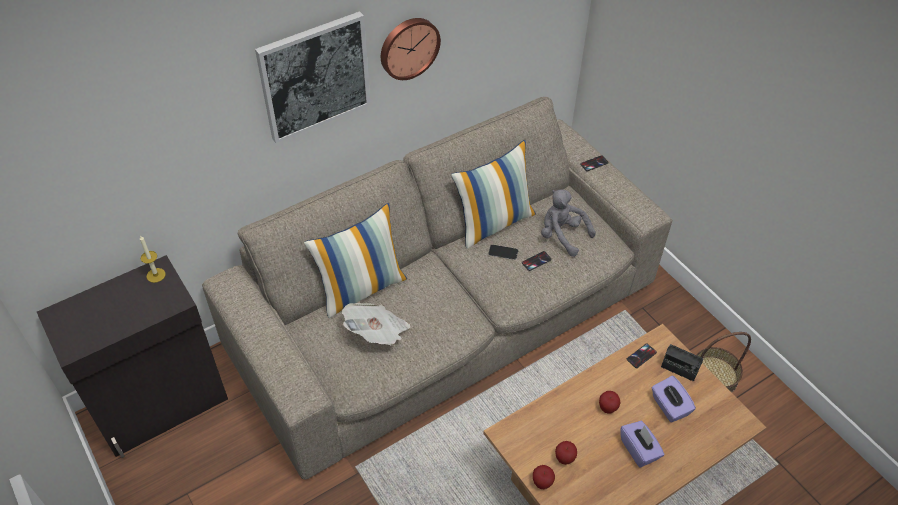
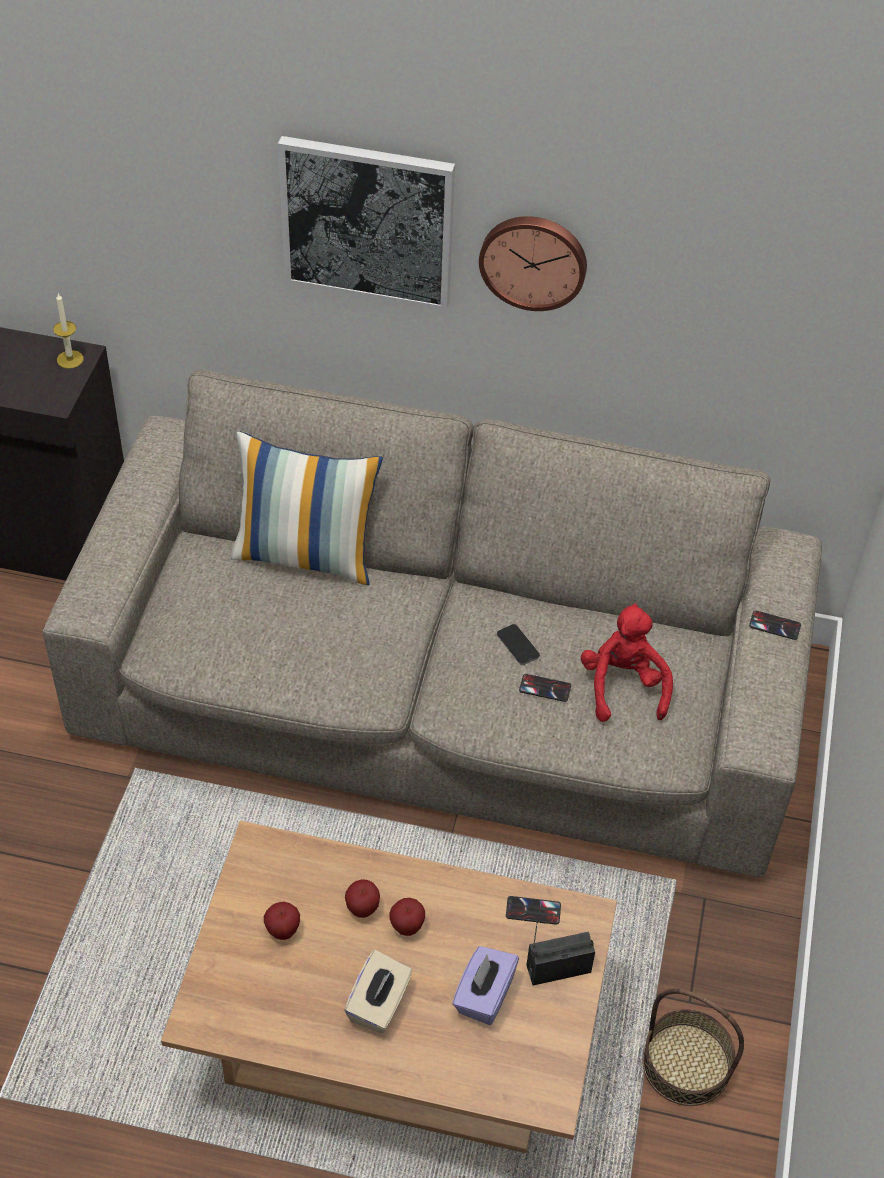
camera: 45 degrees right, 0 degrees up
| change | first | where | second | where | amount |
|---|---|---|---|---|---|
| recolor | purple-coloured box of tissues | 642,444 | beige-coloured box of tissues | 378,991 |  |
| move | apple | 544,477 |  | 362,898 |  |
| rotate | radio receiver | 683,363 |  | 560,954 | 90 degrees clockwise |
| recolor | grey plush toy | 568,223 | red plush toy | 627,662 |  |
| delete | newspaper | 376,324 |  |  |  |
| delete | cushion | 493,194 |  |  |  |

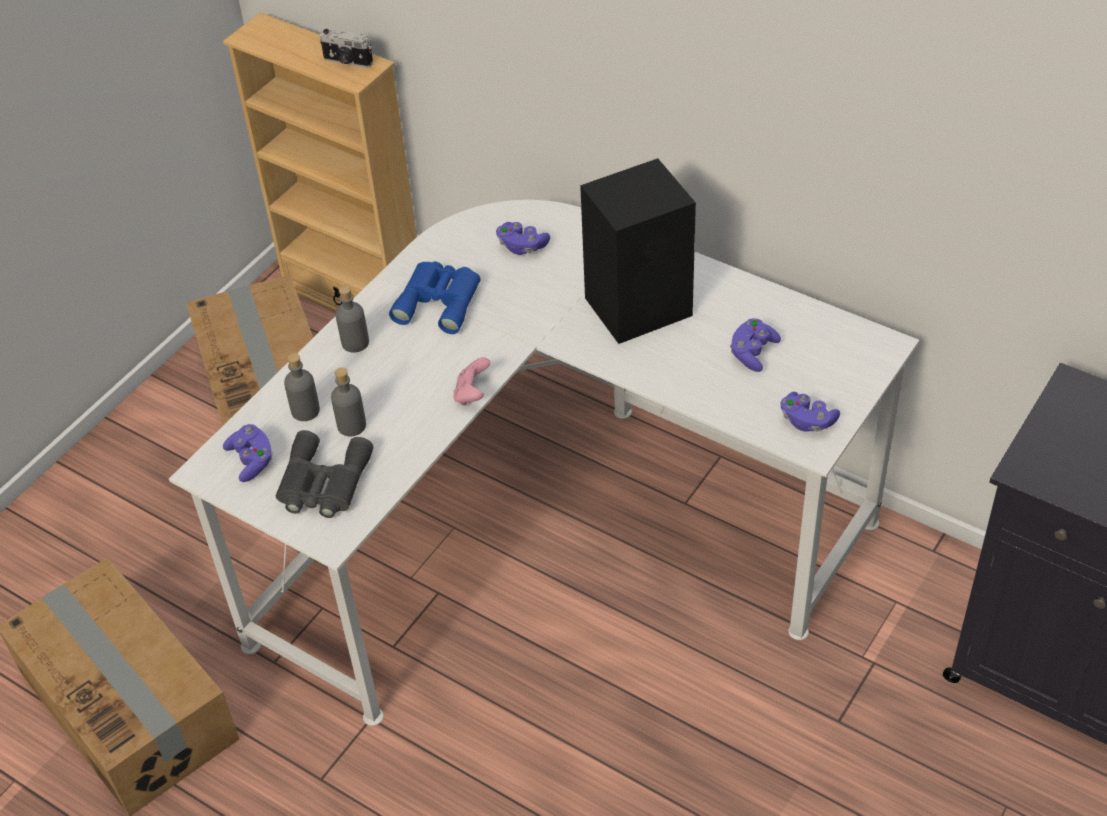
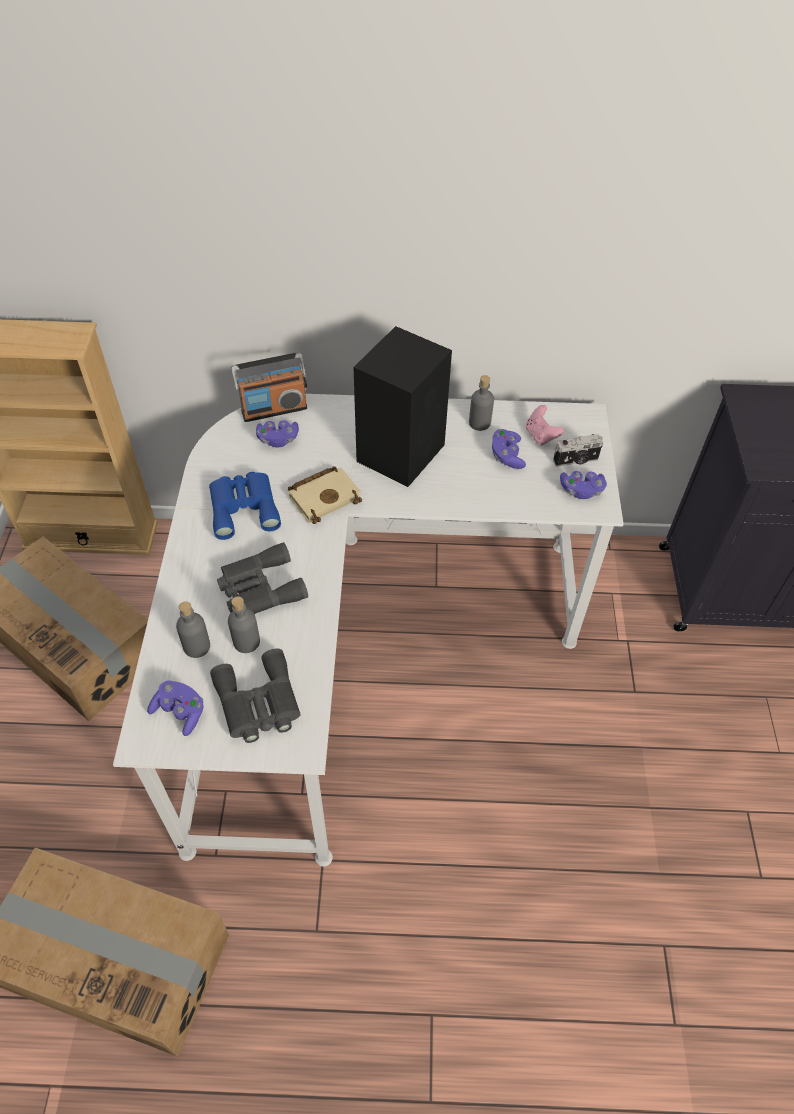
camera: 35 degrees left, 5 degrees up
| change | first | where | second | where | amount |
|---|---|---|---|---|---|
| insert |  |  | grey field glasses | 262,578 |  |
| insert |  |  | radio receiver | 269,387 |  |
| insert |  |  | beige-coloured volume | 325,495 |  |
| move | grey drink bottle | 352,319 |  | 481,403 |  |
| move | pinkish joypad | 472,381 |  | 545,425 |  |
| move | photo camera | 346,48 |  | 578,450 |  |

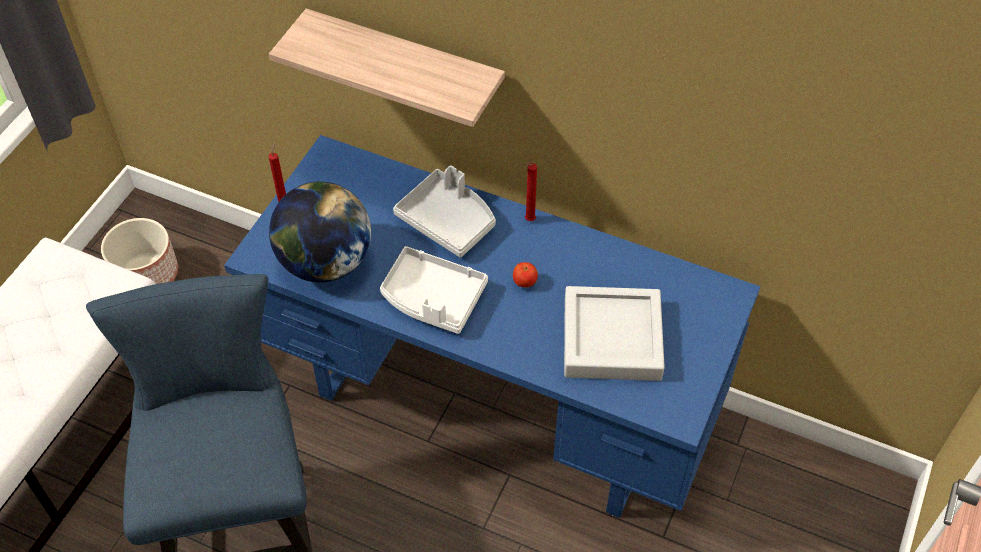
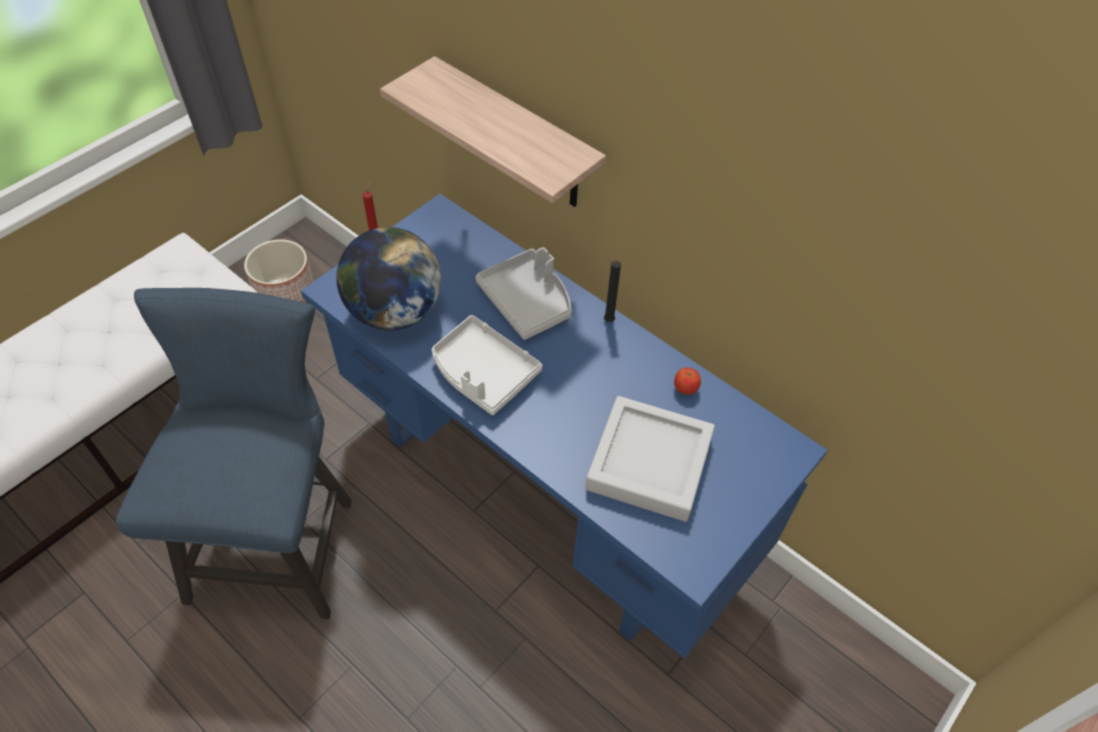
camera: 15 degrees right, 0 degrees up
| change | first | where | second | where | amount |
|---|---|---|---|---|---|
| recolor | red wax light | 531,192 | black-coloured wax light | 612,290 |  |
| move | apple | 525,275 |  | 687,381 |  |

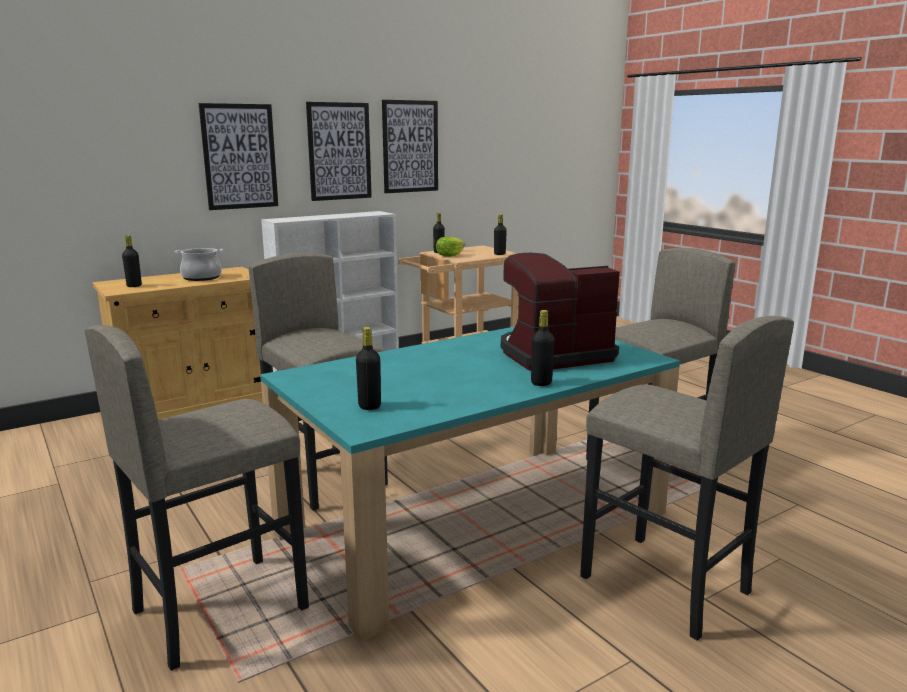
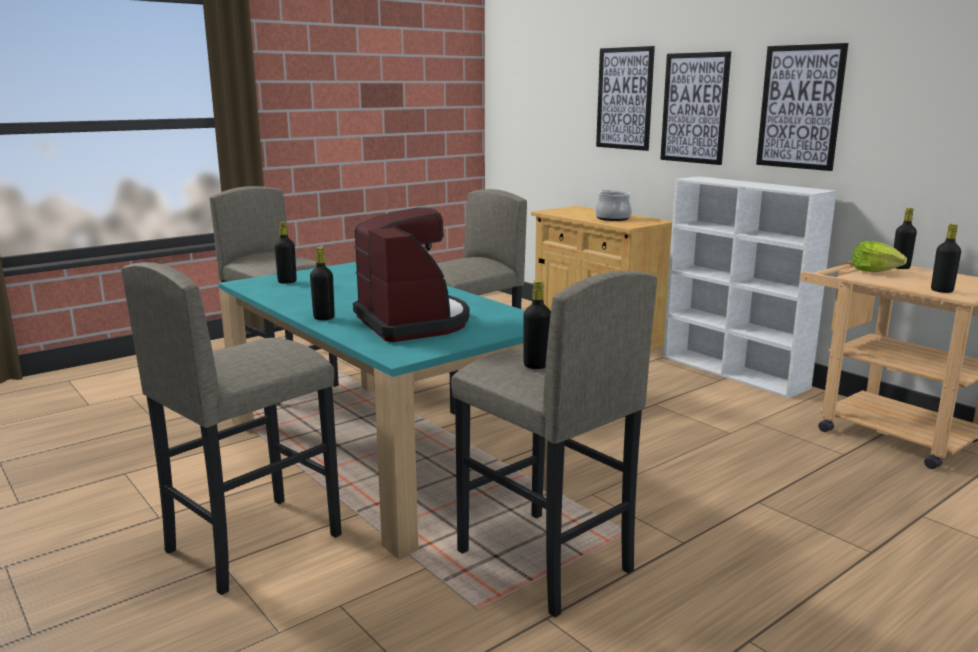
camera: 85 degrees right, 0 degrees up
| change | first | where | second | where | amount |
|---|---|---|---|---|---|
| move | black-coloured drink bottle | 132,261 |  | 537,324 |  |
| move | wall picture | 410,146 |  | 625,98 |  |

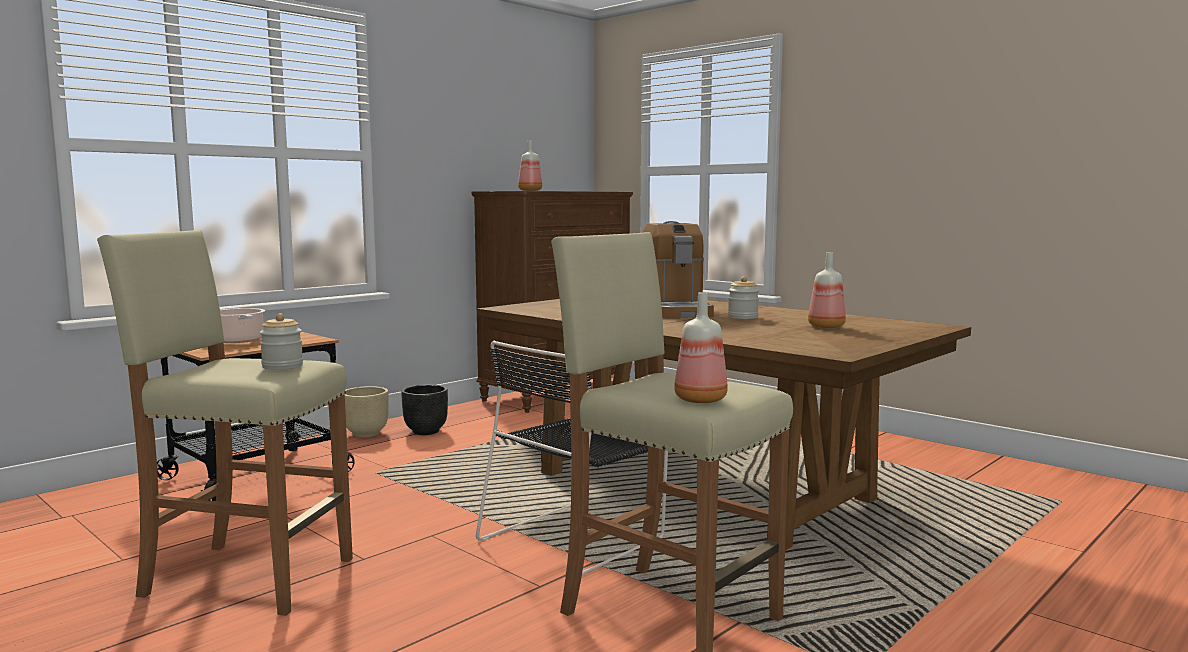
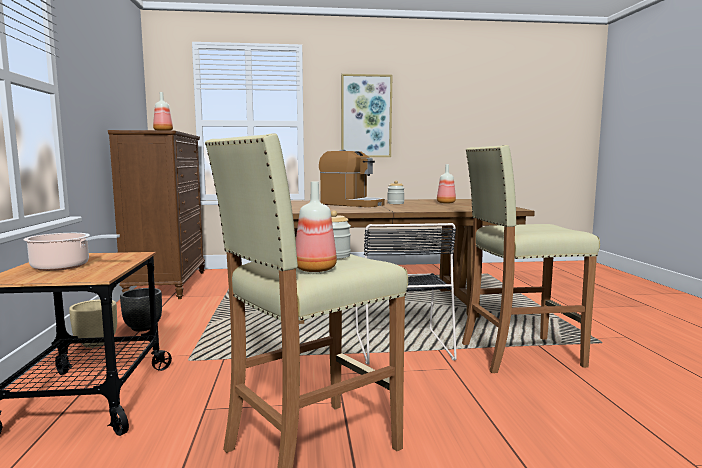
camera: 50 degrees left, 0 degrees up
| change | first | where | second | where | amount |
|---|---|---|---|---|---|
| move | drink bottle | 701,347 |  | 316,226 |  |
| insert |  |  | wall picture | 366,115 |  |

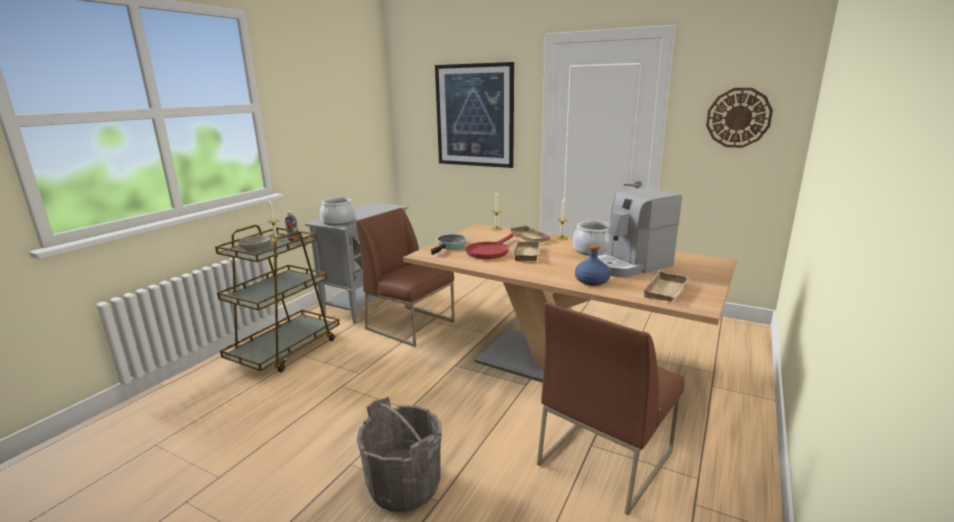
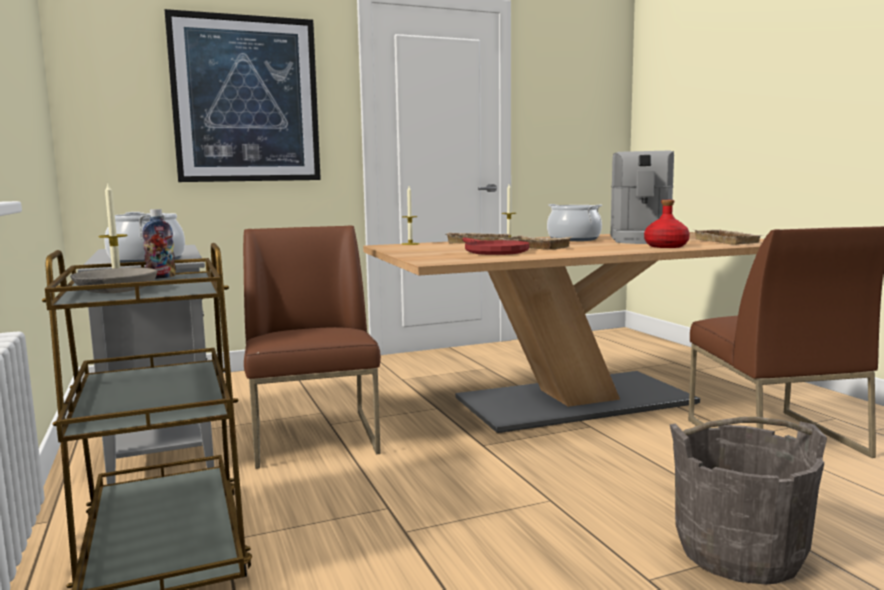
camera: 50 degrees left, 10 degrees down
| change | first | where | second | where | amount |
|---|---|---|---|---|---|
| rotate | brown-coloured upright chair | 405,277 |  | 312,347 | 90 degrees clockwise |
| recolor | blue drink bottle | 593,265 | red drink bottle | 667,224 |  |
| delete | skillet | 449,244 |  |  |  |
| delete | clock on the wall | 739,118 |  |  |  |

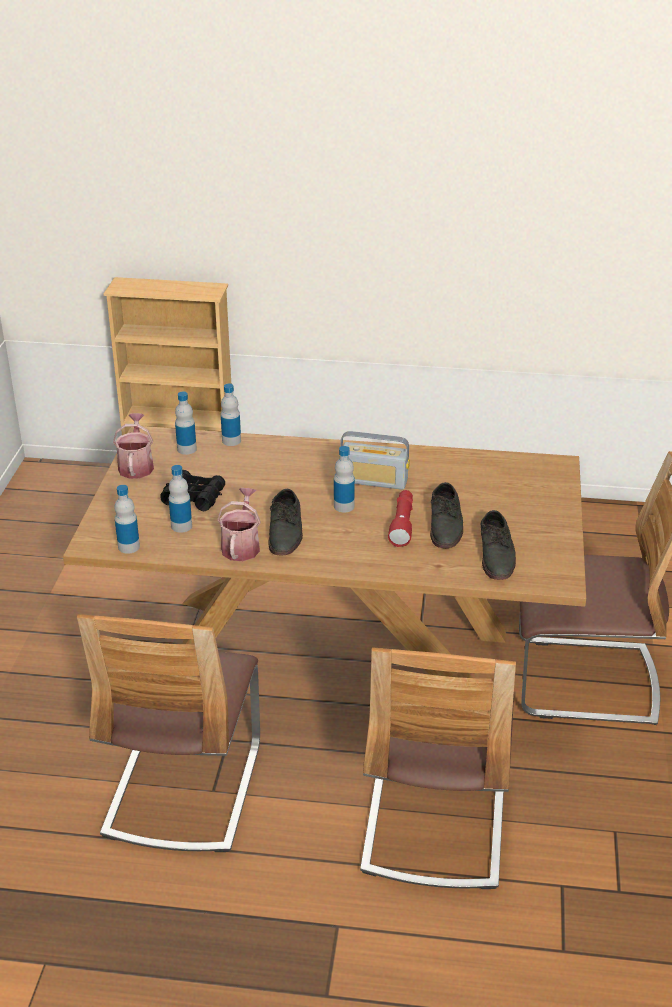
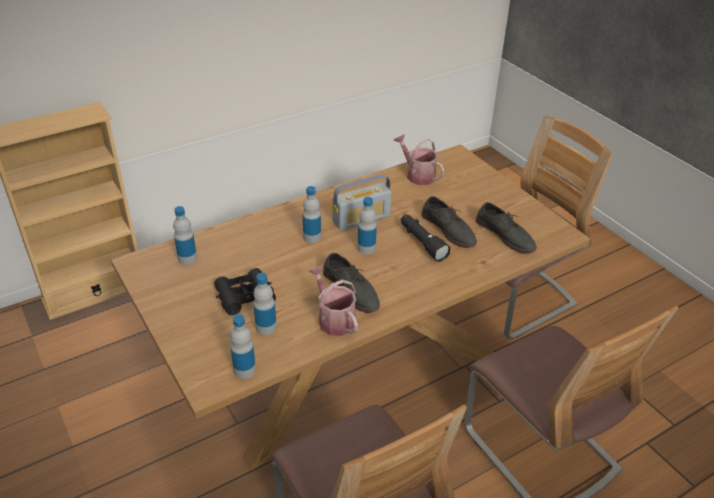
camera: 40 degrees left, 5 degrees up
| change | first | where | second | where | amount |
|---|---|---|---|---|---|
| move | drink bottle | 231,414 |  | 311,214 |  |
| move | sprinkling can | 133,446 |  | 419,159 |  |
| recolor | red flashlight | 400,518 | black-coloured flashlight | 425,238 |  |

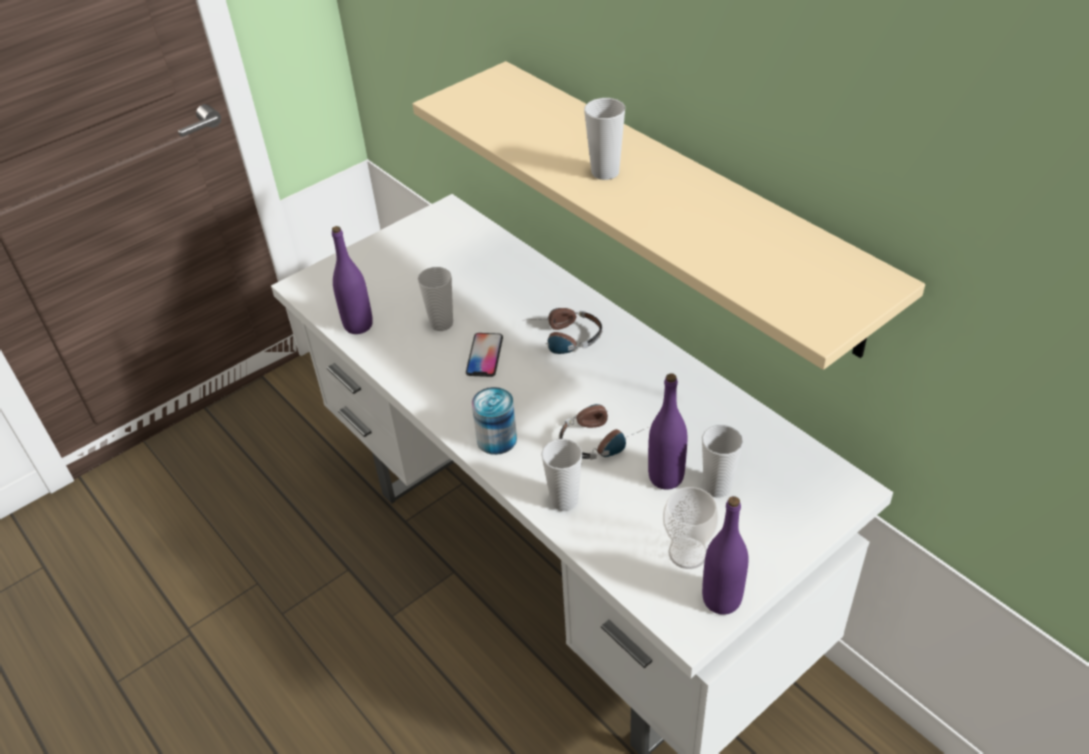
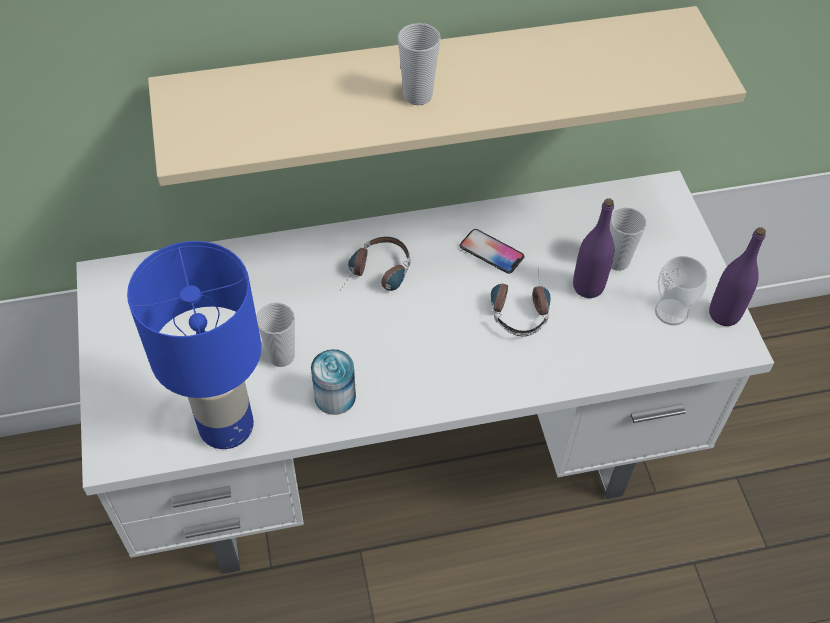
camera: 65 degrees left, 10 degrees up
| change | first | where | second | where | amount |
|---|---|---|---|---|---|
| replace | purple-coloured drink bottle | 352,280 | blue lamp for a table | 194,345 |  |
| move | metal can | 494,421 |  | 333,382 |  |
| move | phone | 484,355 |  | 492,251 |  |
| delete | small cup | 561,475 |  |  |  |

